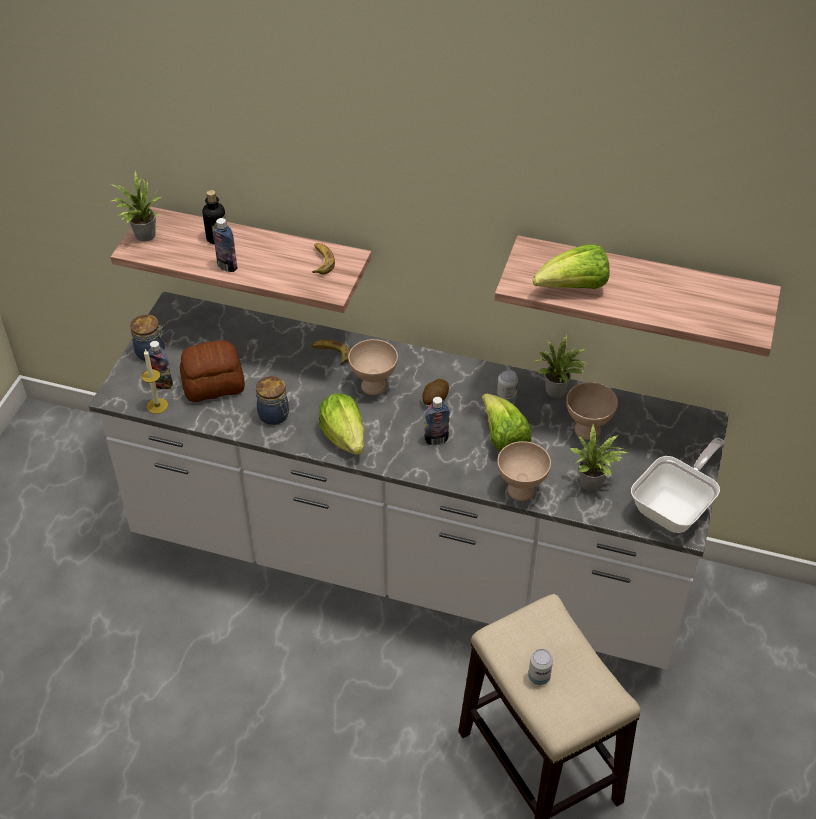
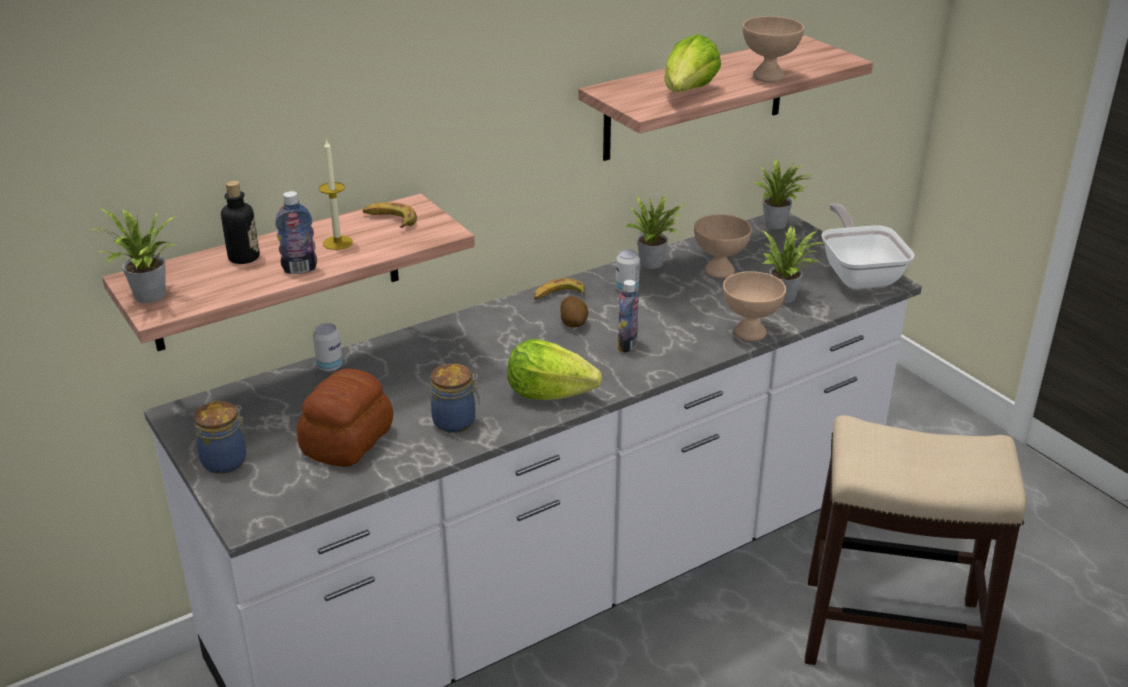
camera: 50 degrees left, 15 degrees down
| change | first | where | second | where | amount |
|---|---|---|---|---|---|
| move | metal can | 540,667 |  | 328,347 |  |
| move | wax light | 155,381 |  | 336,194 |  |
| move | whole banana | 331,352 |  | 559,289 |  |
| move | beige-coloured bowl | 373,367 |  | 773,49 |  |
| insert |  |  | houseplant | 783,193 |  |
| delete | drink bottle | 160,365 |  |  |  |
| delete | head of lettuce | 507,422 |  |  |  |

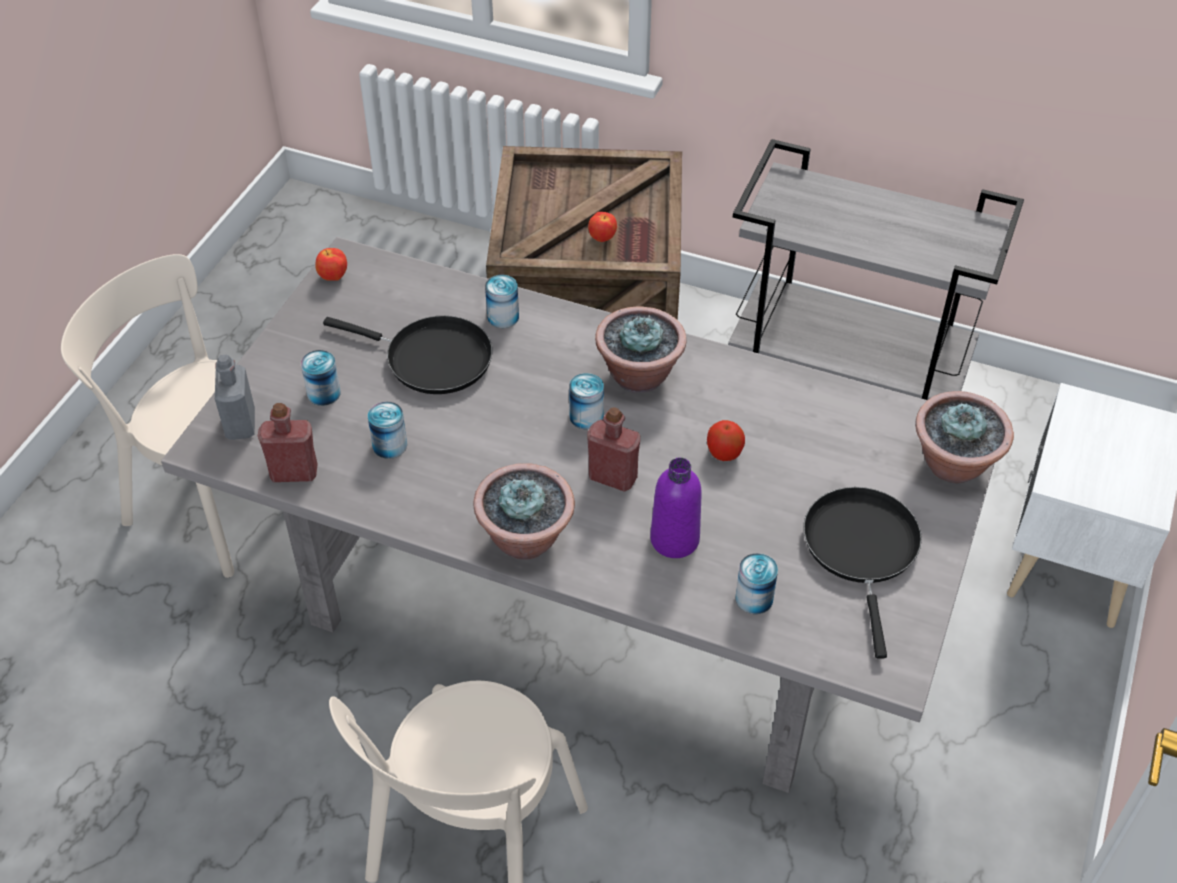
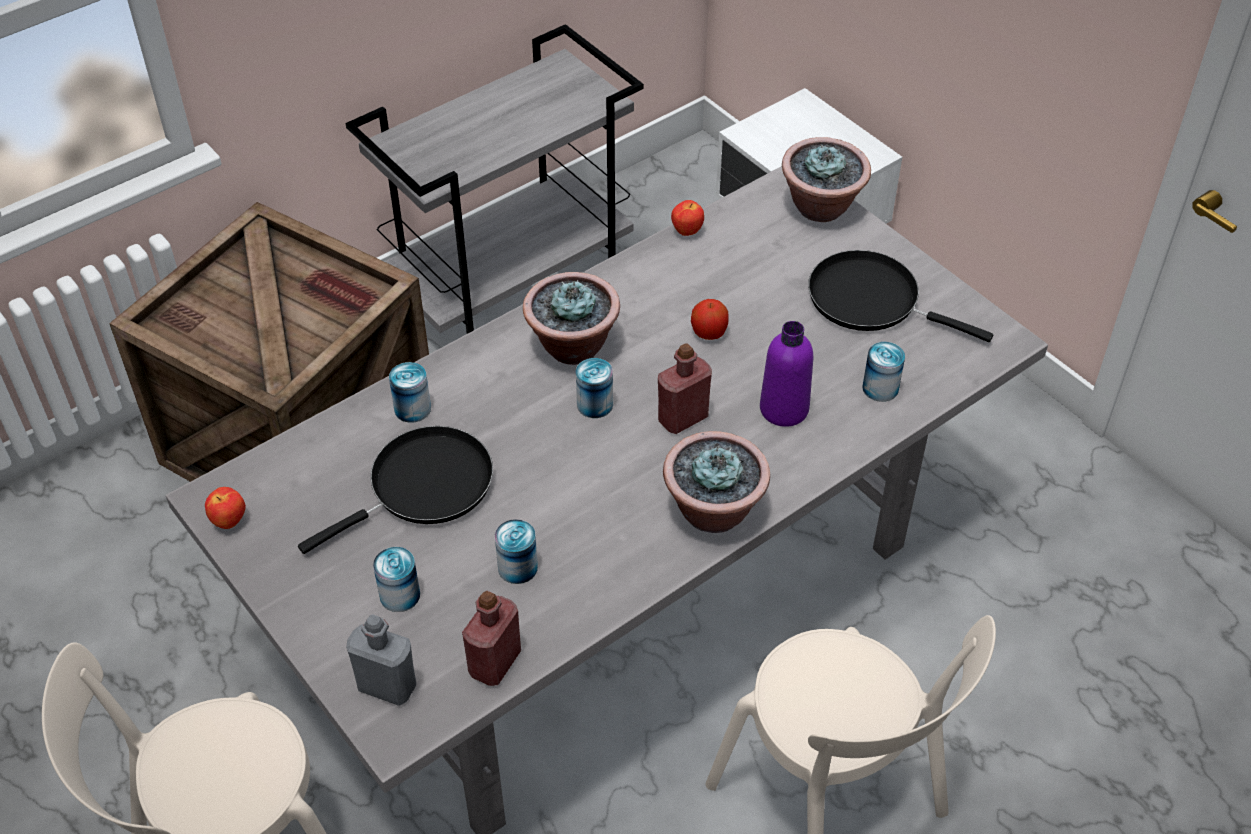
camera: 60 degrees left, 0 degrees up
| change | first | where | second | where | amount |
|---|---|---|---|---|---|
| move | apple | 602,227 |  | 687,218 |  |

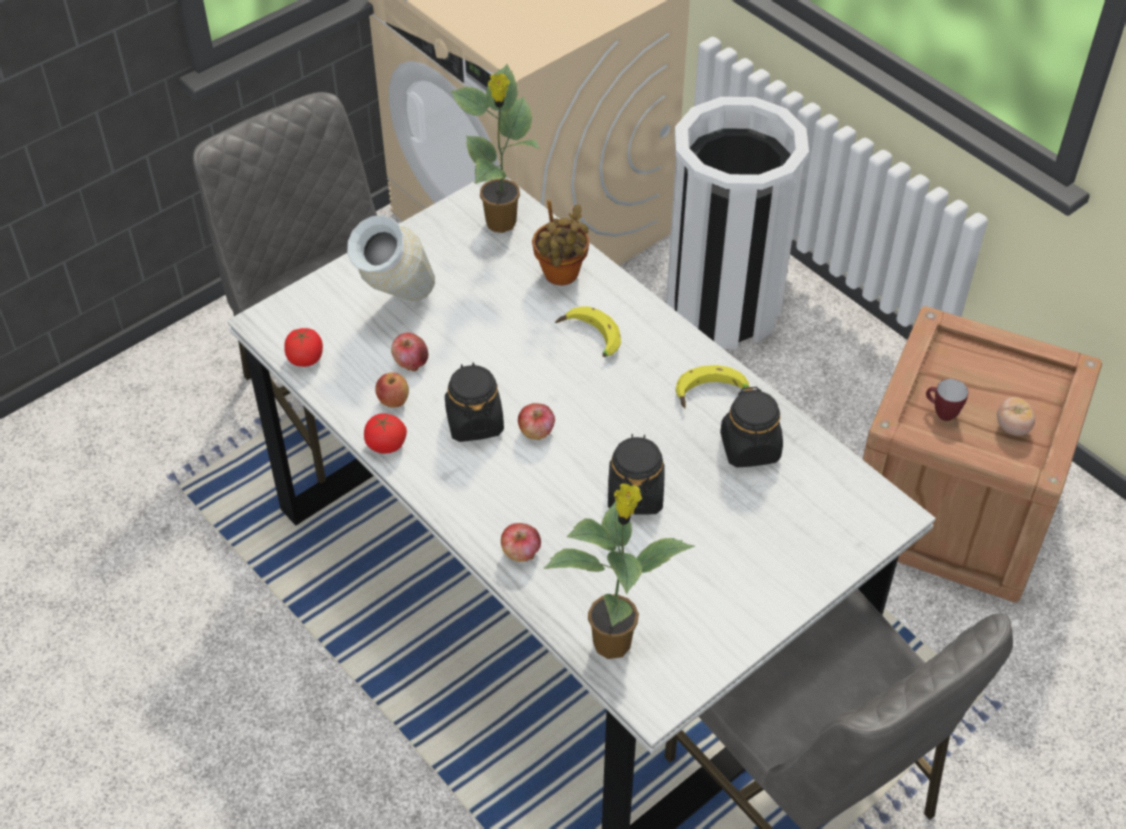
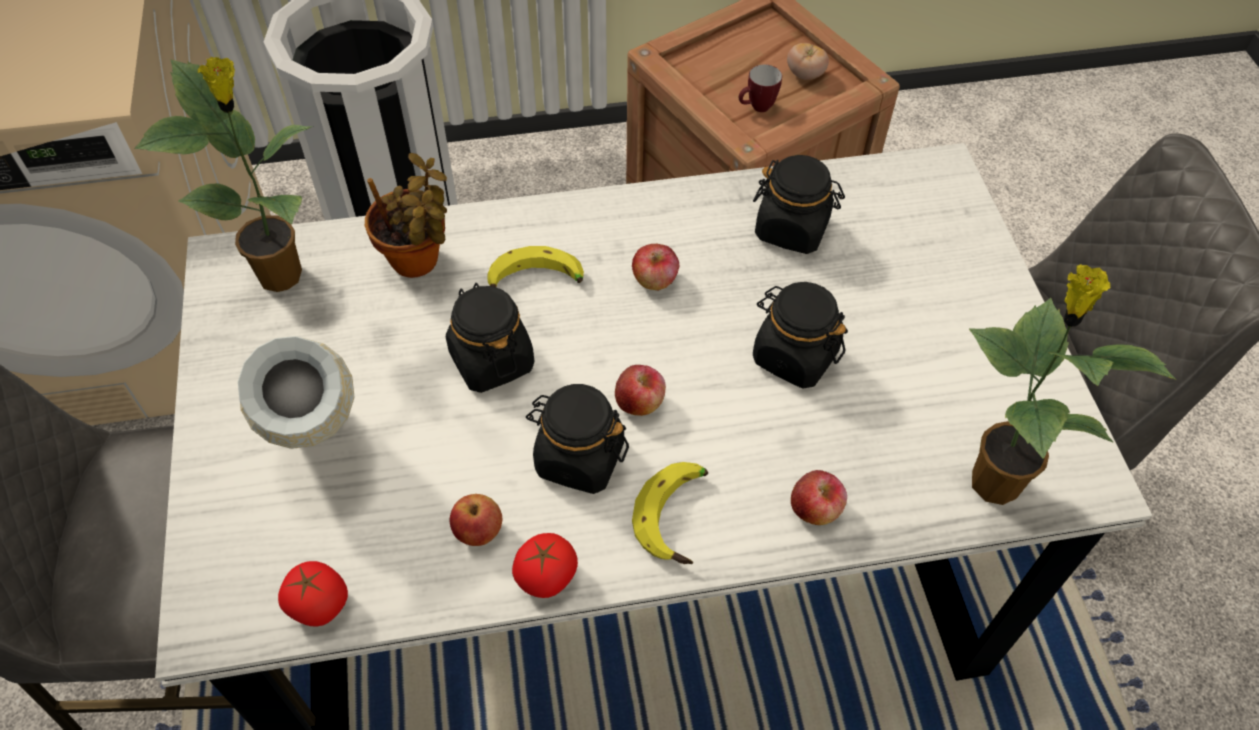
camera: 60 degrees left, 5 degrees up
| change | first | where | second | where | amount |
|---|---|---|---|---|---|
| insert |  |  | black-coloured preserve jar | 490,338 |  |
| move | apple | 410,352 |  | 656,267 |  |
| move | whole banana | 712,386 |  | 670,513 |  |

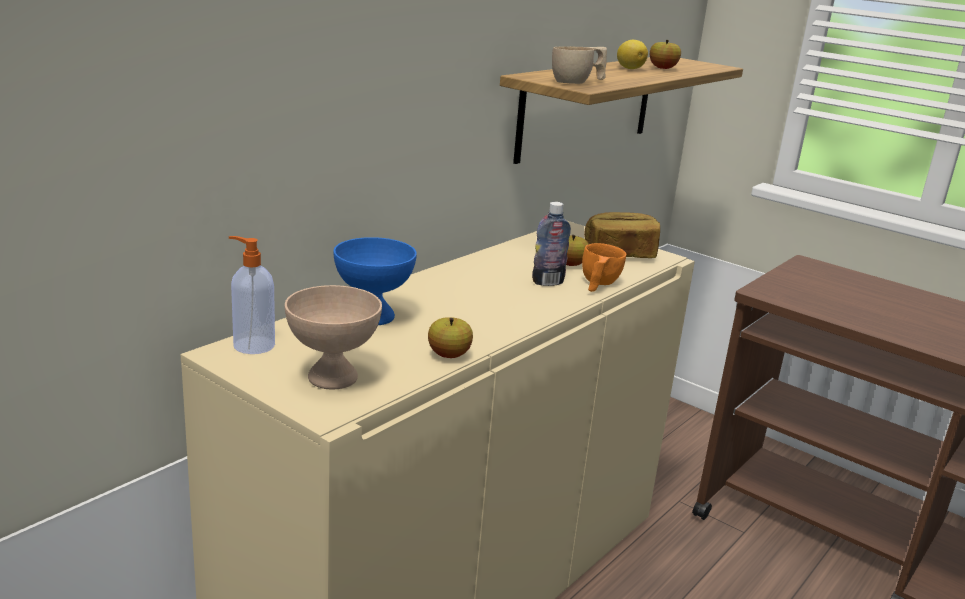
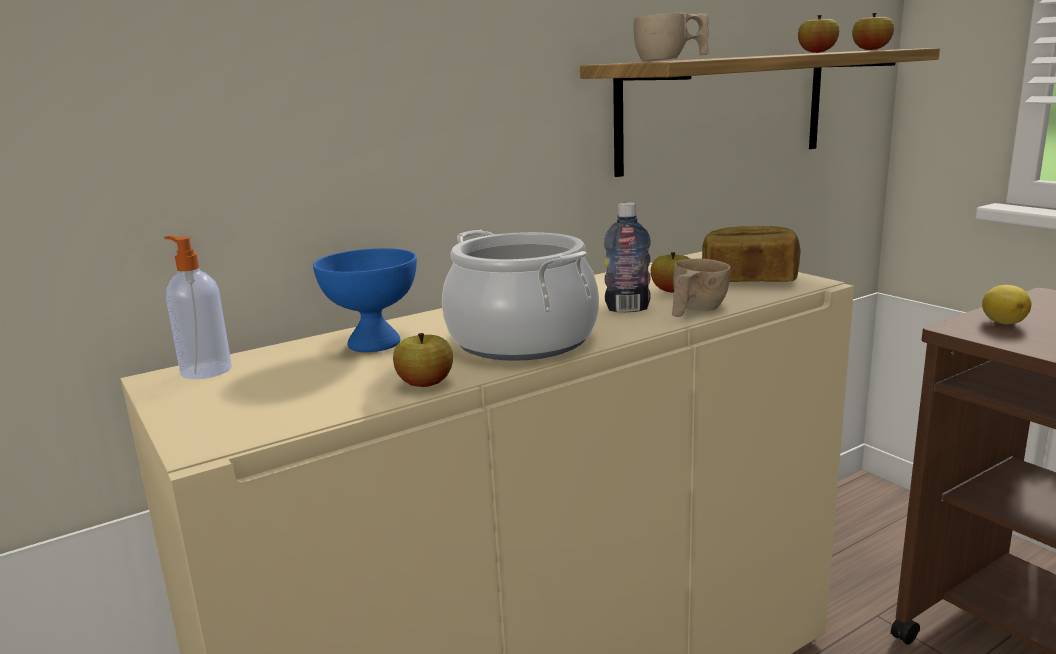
camera: 20 degrees right, 5 degrees down
| change | first | where | second | where | amount |
|---|---|---|---|---|---|
| insert |  |  | saucepot | 520,295 |  |
| recolor | orange small cup | 604,267 | beige-coloured small cup | 701,288 |  |
| insert |  |  | apple | 873,31 |  |
| move | citrus fruit | 632,54 |  | 1007,304 |  |
| delete | beige-coloured bowl | 333,337 |  |  |  |

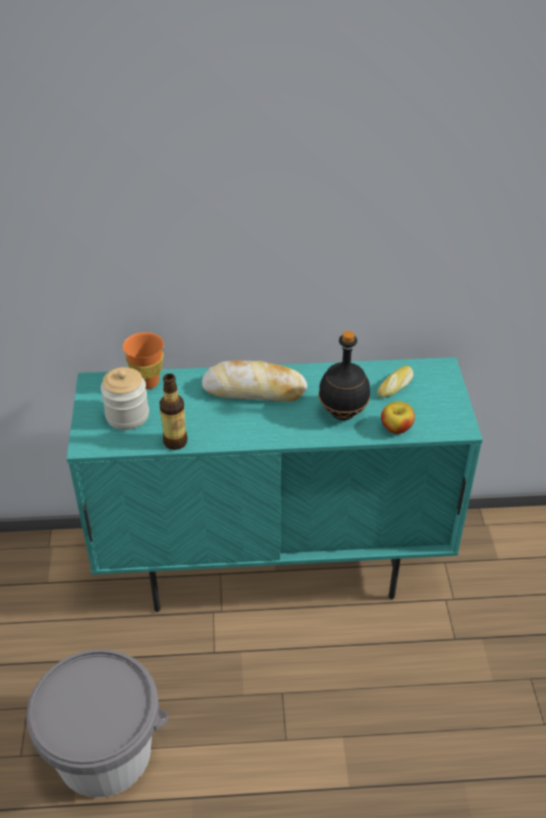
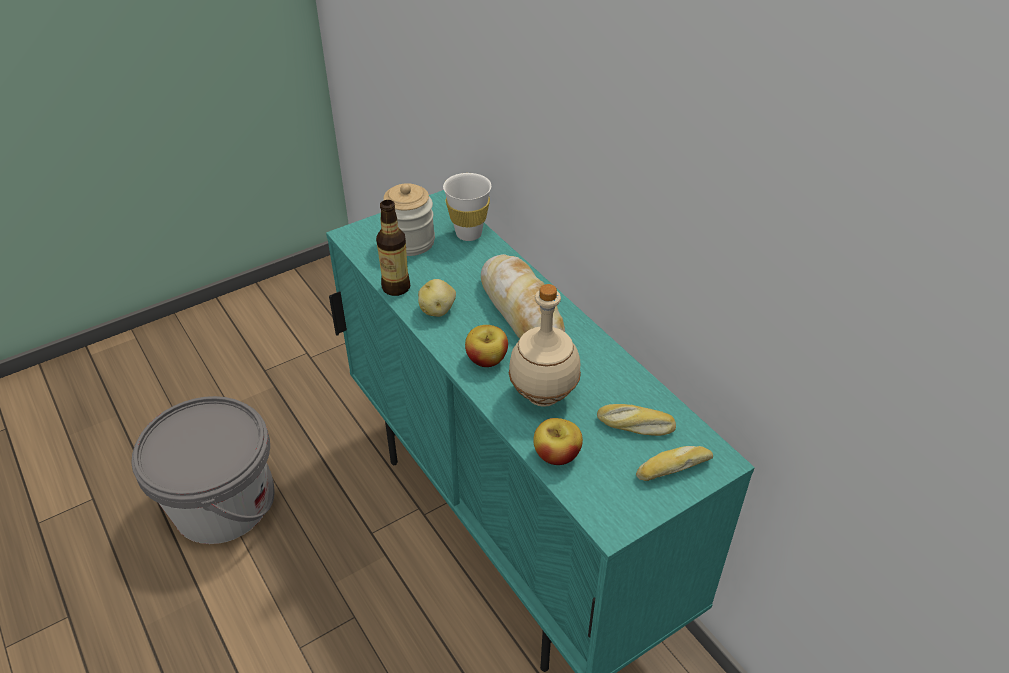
camera: 60 degrees right, 0 degrees up
| change | first | where | second | where | amount |
|---|---|---|---|---|---|
| insert |  |  | whole potato | 437,298 |  |
| recolor | orange small cup | 143,360 | white-coloured small cup | 467,207 |  |
| insert |  |  | apple | 486,346 |  |
| recolor | black-coloured drink bottle | 344,375 | beige-coloured drink bottle | 545,345 |  |
| insert |  |  | bakery bread | 674,463 |  |

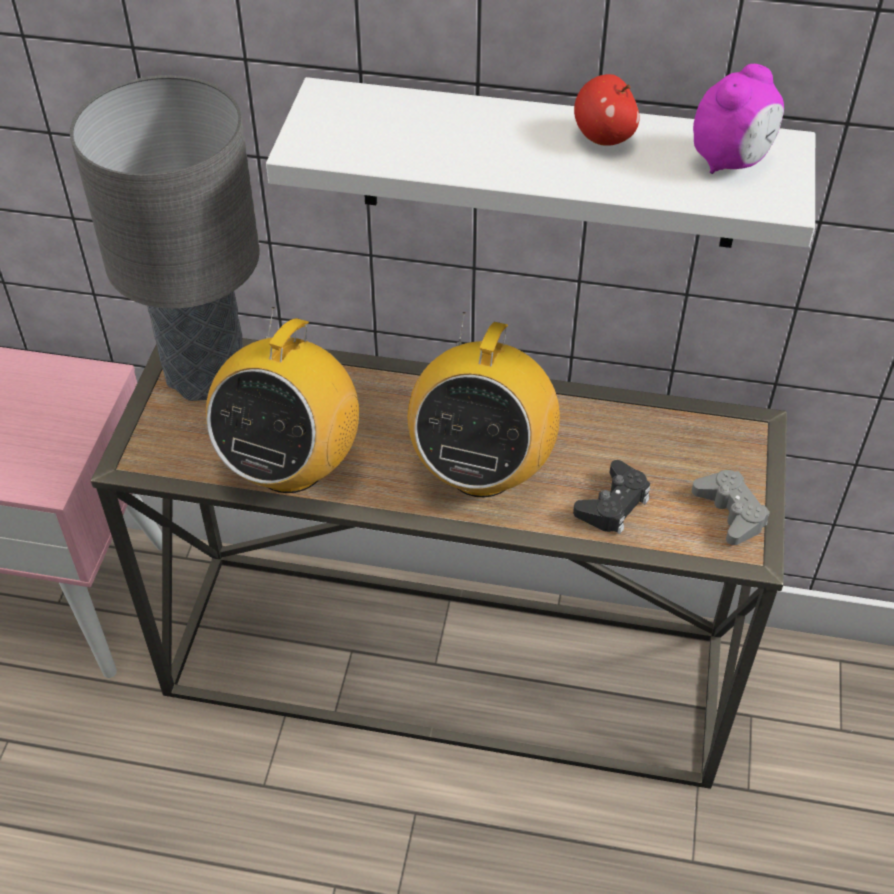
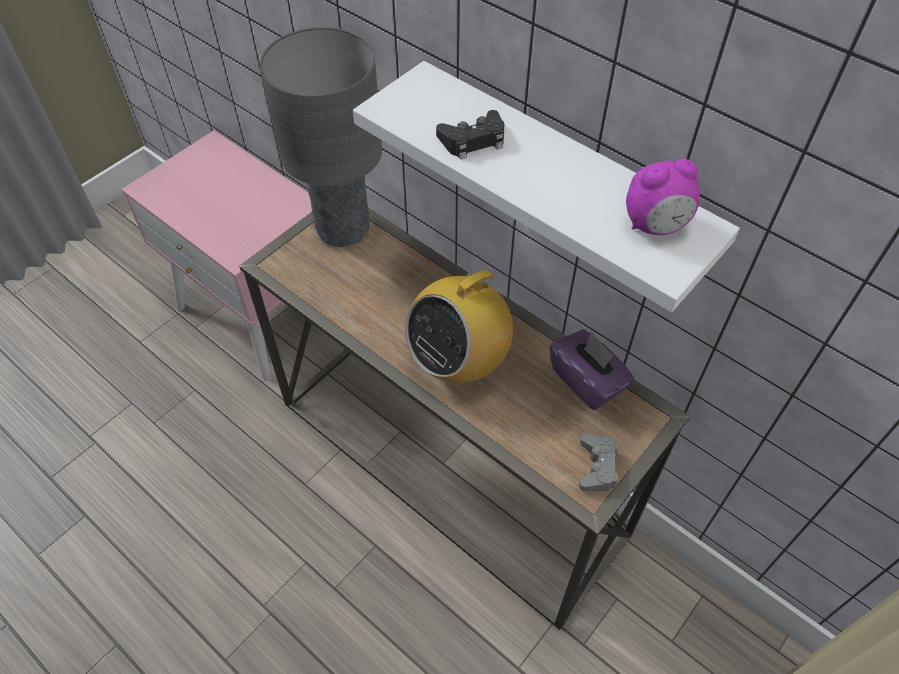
camera: 30 degrees right, 5 degrees up
| change | first | where | second | where | amount |
|---|---|---|---|---|---|
| move | black-coloured joypad | 611,497 |  | 470,135 |  |
| insert |  |  | purple-coloured box of tissues | 591,369 |  |
| delete | radio receiver | 282,400 |  |  |  |
| delete | apple | 607,110 |  |  |  |

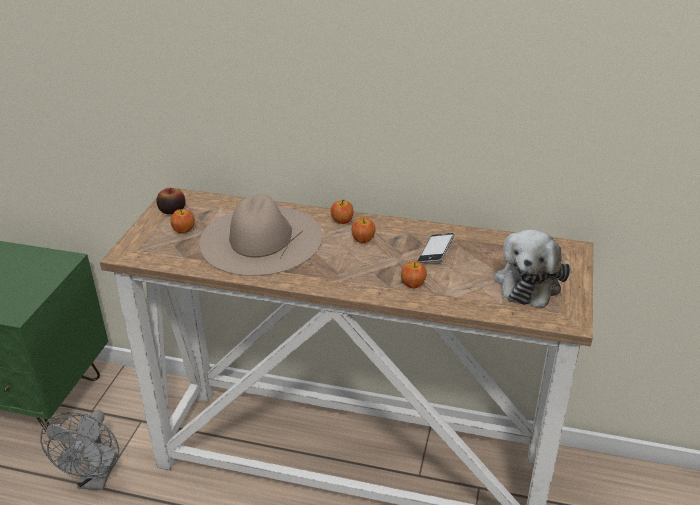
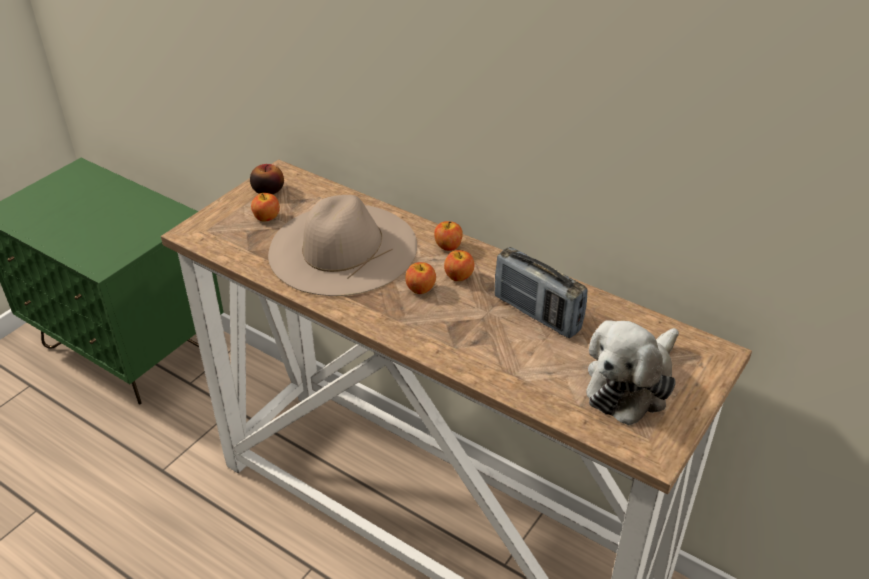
camera: 20 degrees right, 5 degrees up
| change | first | where | second | where | amount |
|---|---|---|---|---|---|
| move | apple | 414,275 |  | 420,278 |  |
| replace | phone | 436,248 | radio receiver | 541,292 |  |
| delete | grey fan | 79,450 |  |  |  |

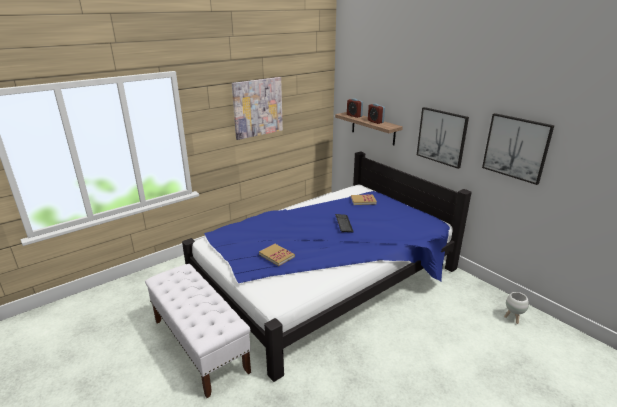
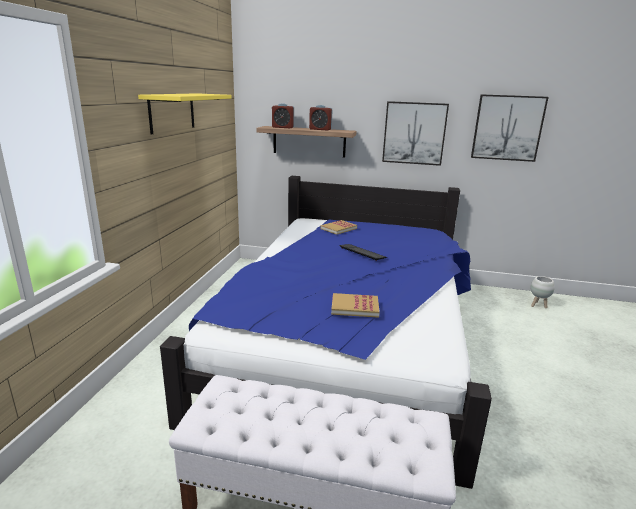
camera: 40 degrees left, 5 degrees down
| change | first | where | second | where | amount |
|---|---|---|---|---|---|
| replace | wall picture | 257,108 | yellowish wall shelf | 184,114 |  |

